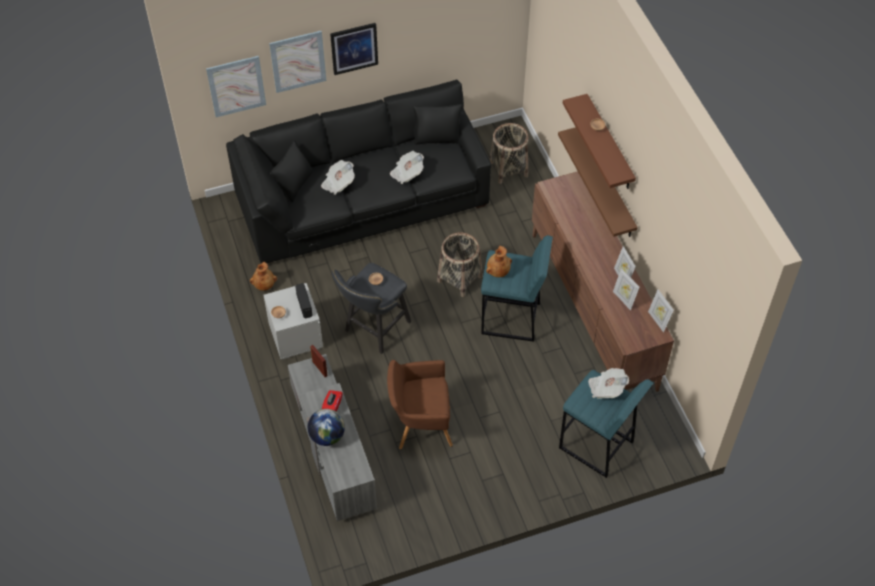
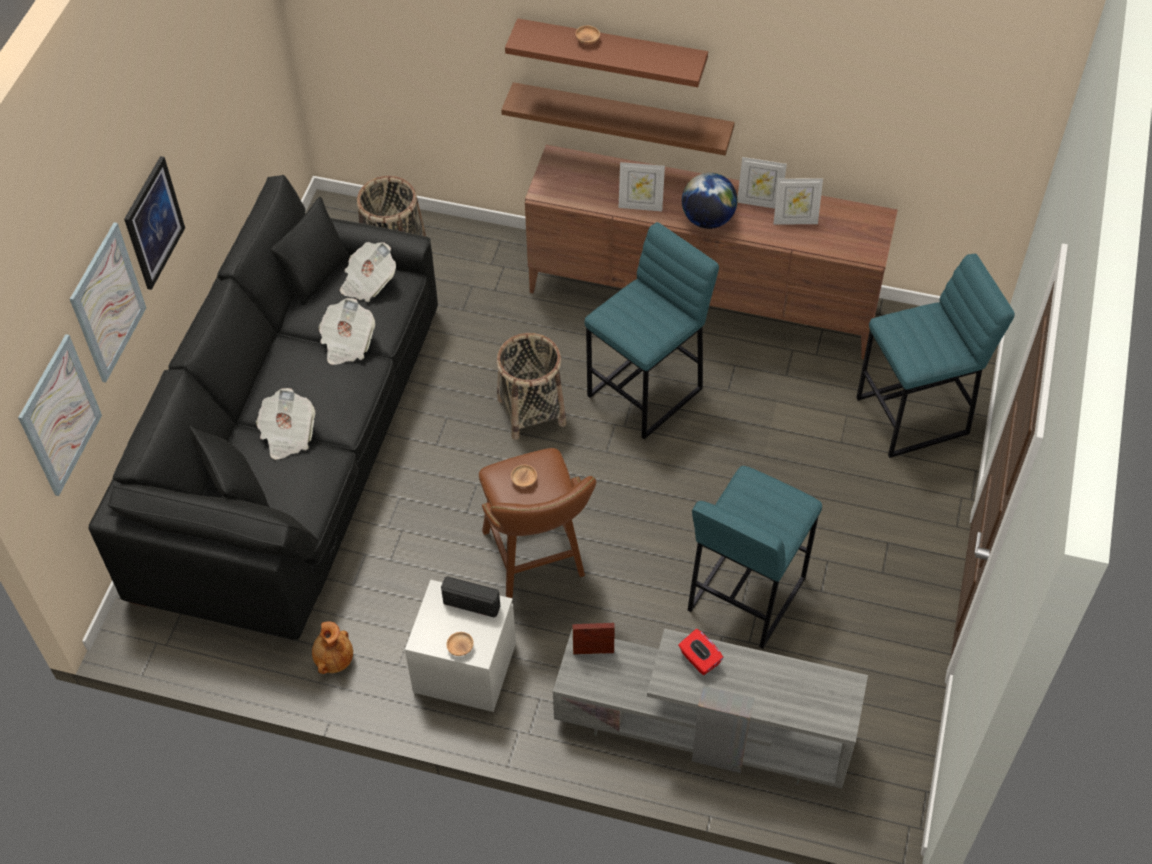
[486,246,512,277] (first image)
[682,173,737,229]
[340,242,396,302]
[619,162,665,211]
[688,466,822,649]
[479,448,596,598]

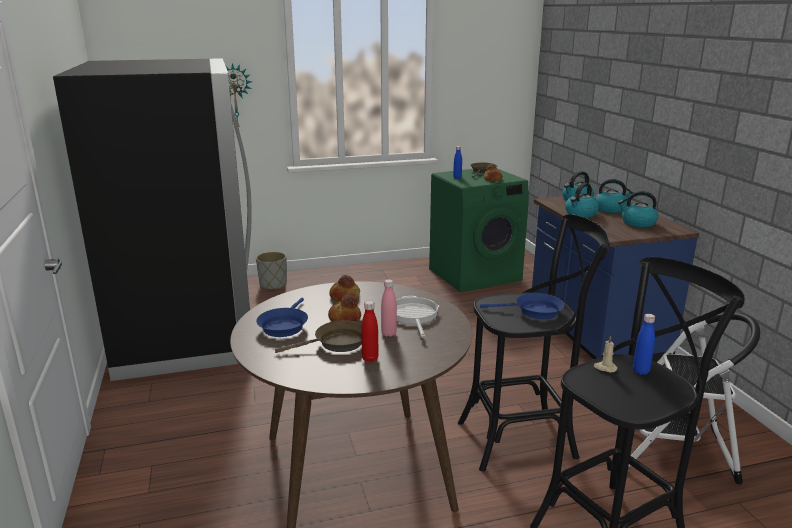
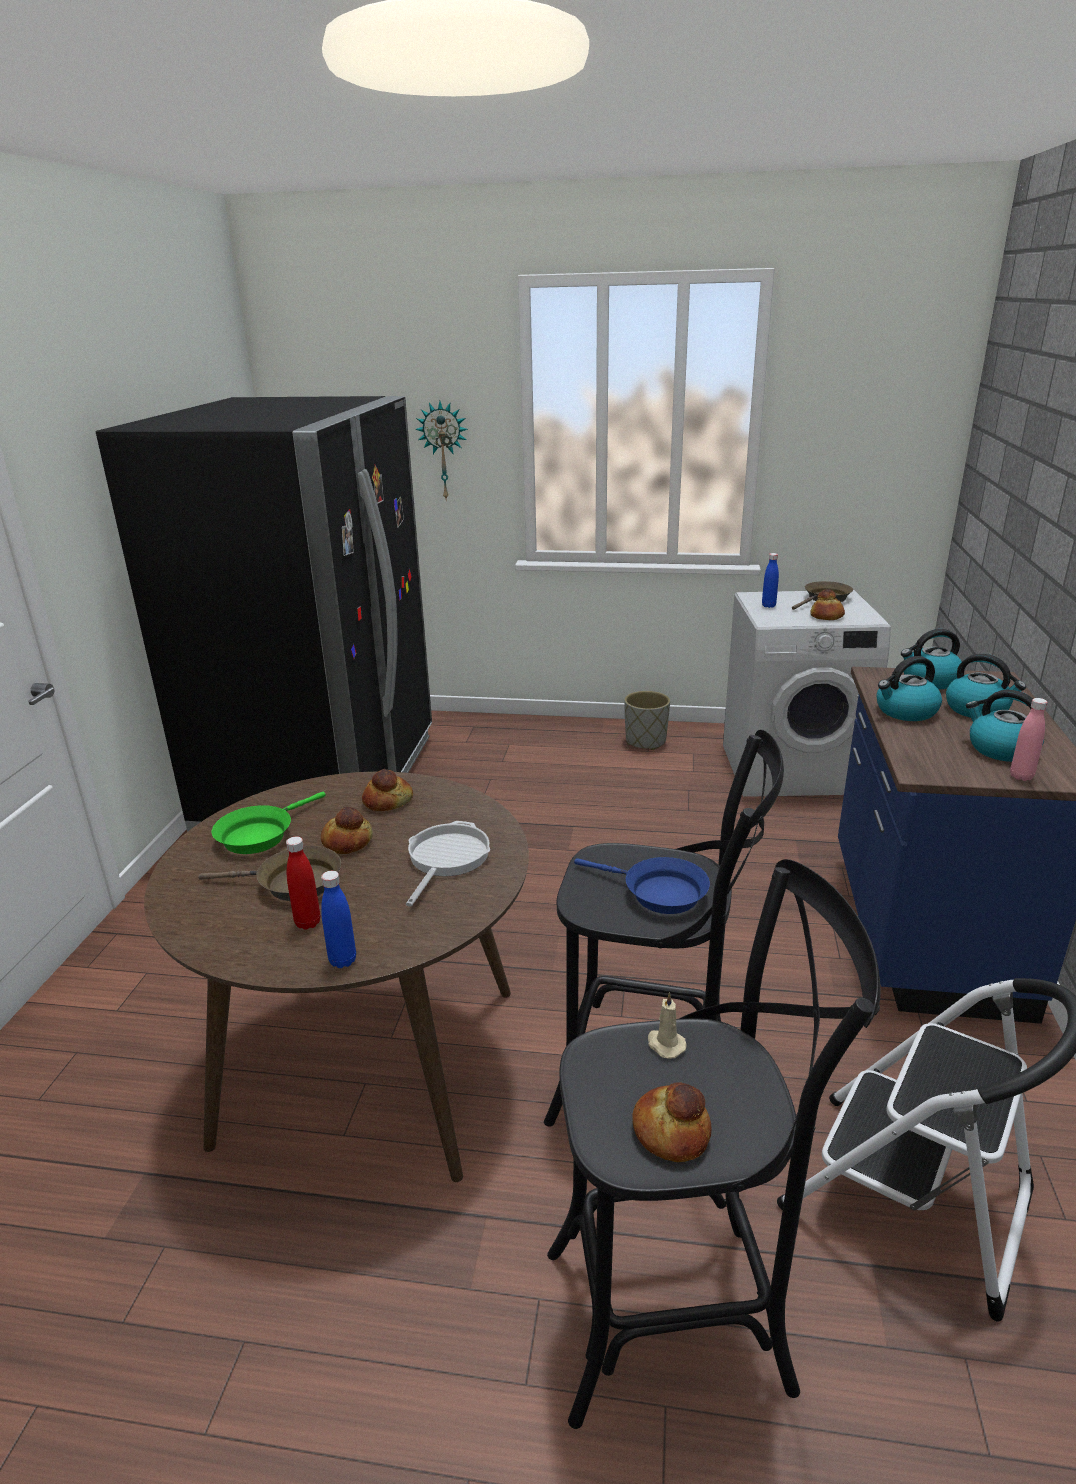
[632,1083,712,1162]
[624,691,670,750]
[1010,698,1047,781]
[321,871,356,968]
[212,792,325,854]
[723,590,891,797]

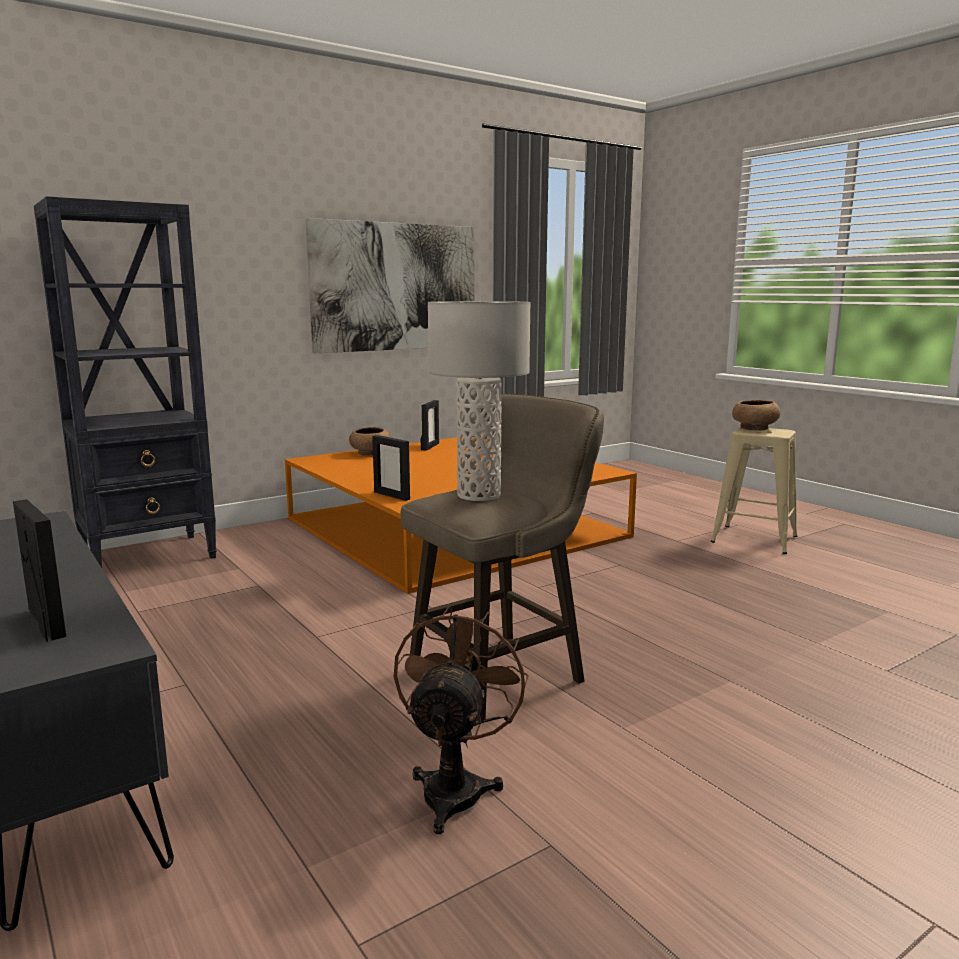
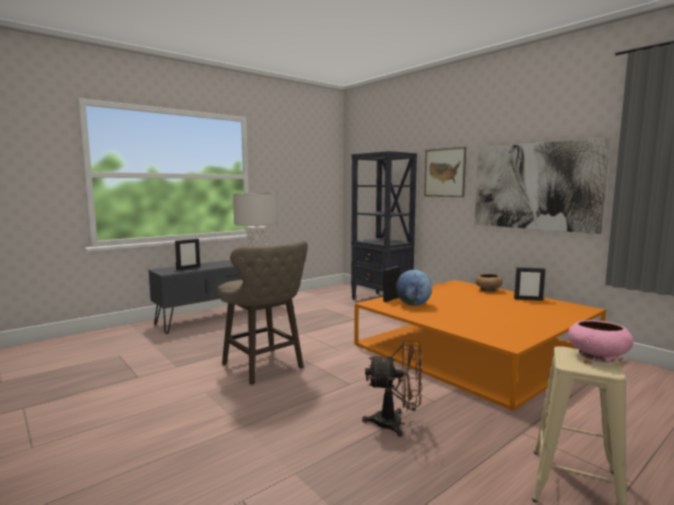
[396,270,432,306]
[424,147,466,197]
[362,340,422,437]
[568,320,633,363]

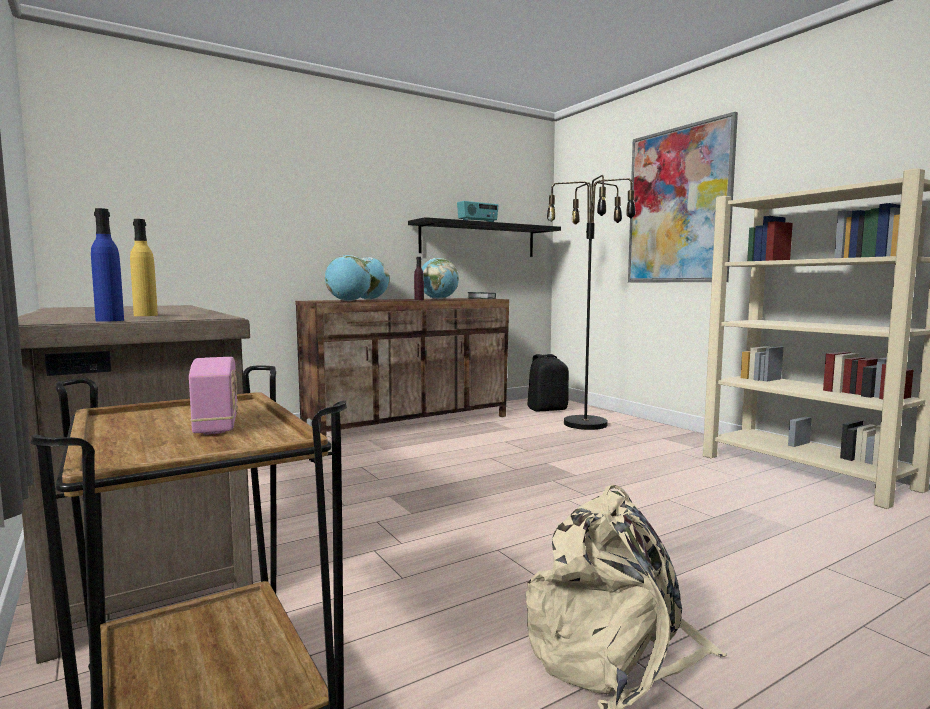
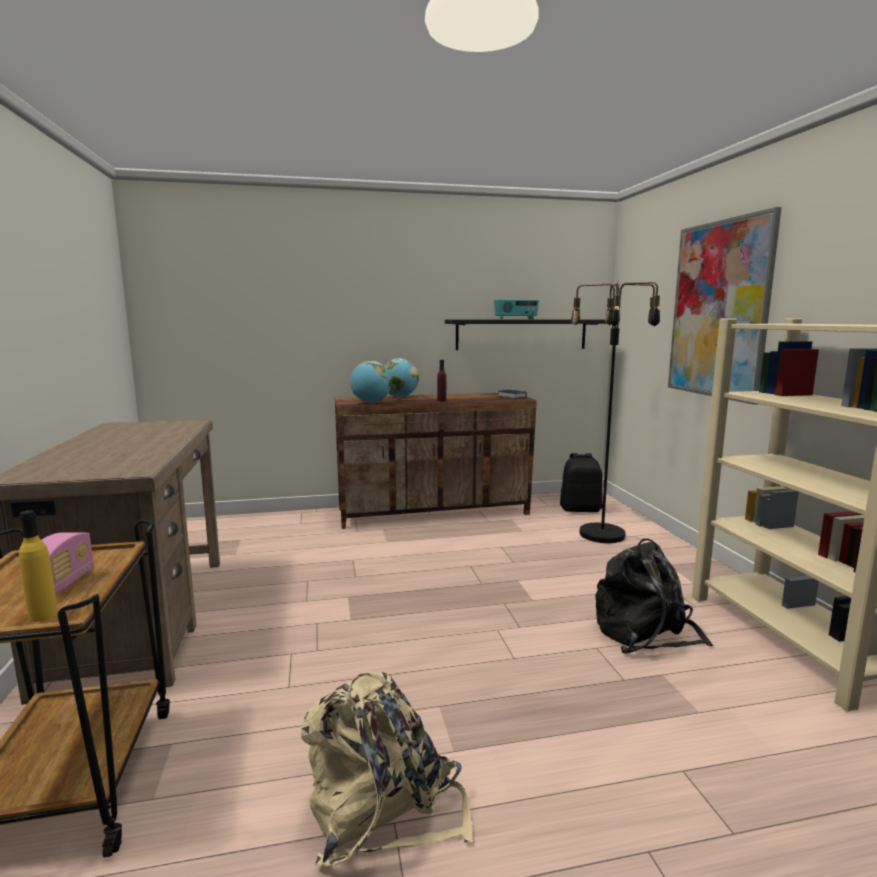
[91,208,124,322] (first image)
[422,258,459,299] (first image)
[595,539,714,654]
[19,510,58,622]

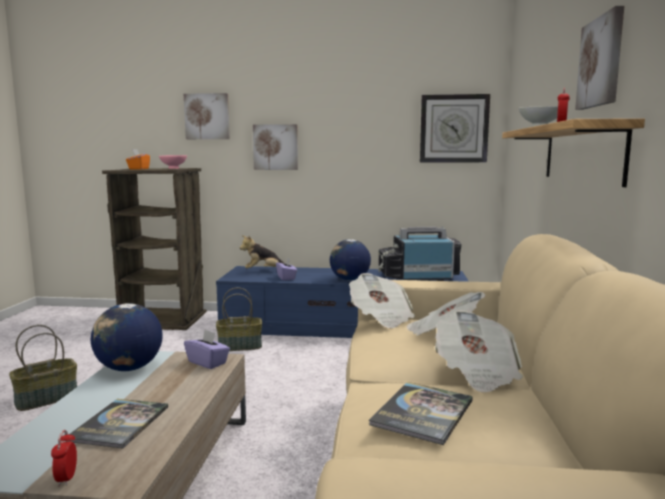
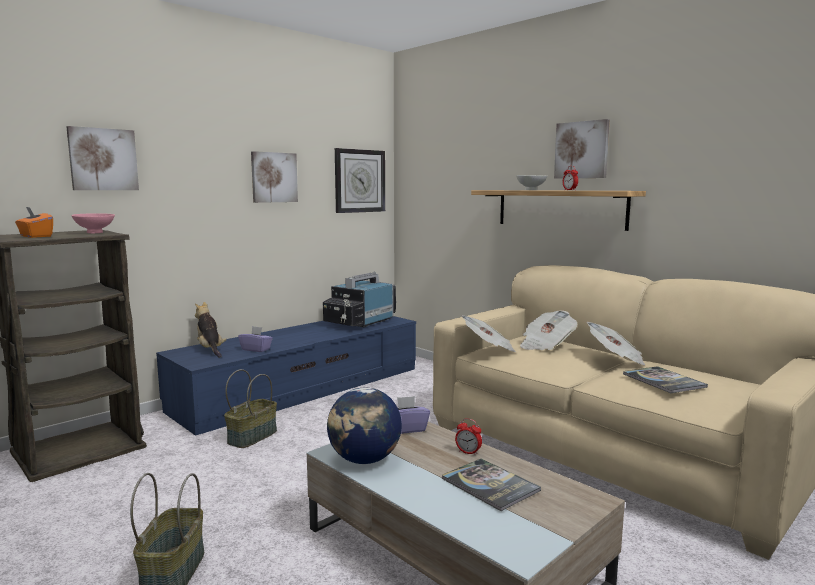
[330,239,371,281] (first image)
[455,418,482,456]
[251,151,298,203]
[195,302,227,358]

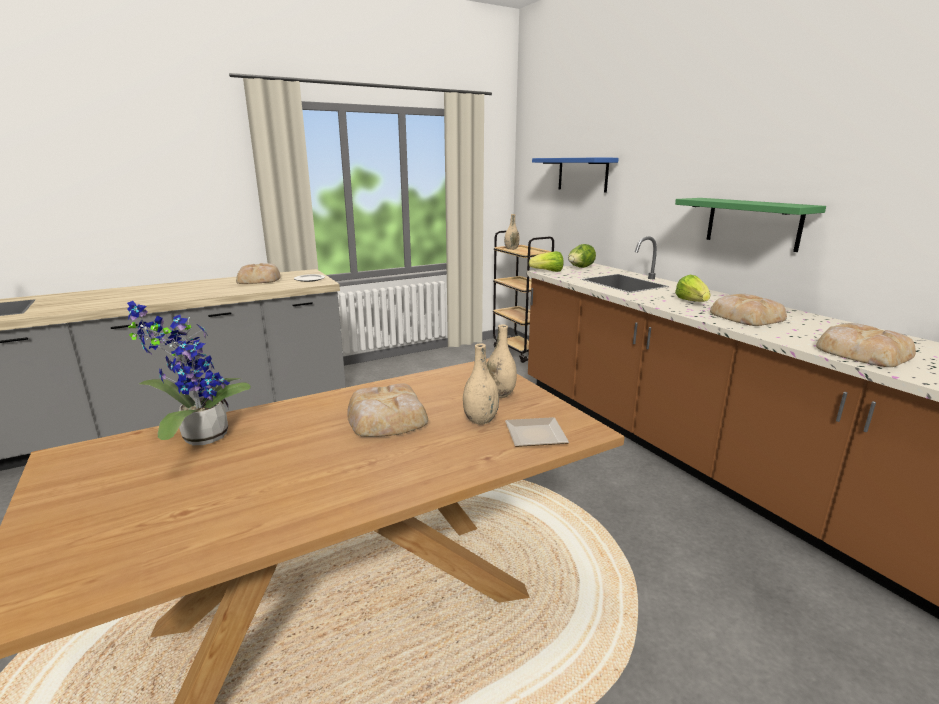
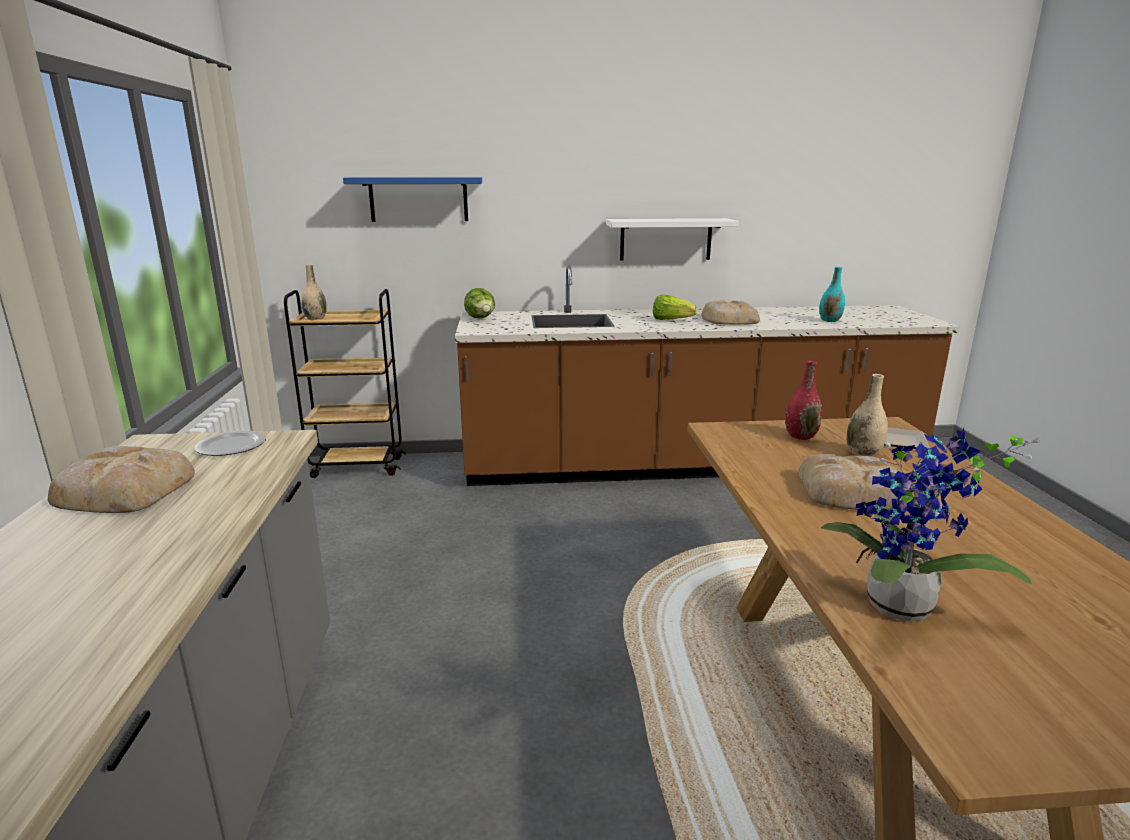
[529,251,564,272] (first image)
[819,267,845,322]
[785,361,822,440]
[606,218,739,261]

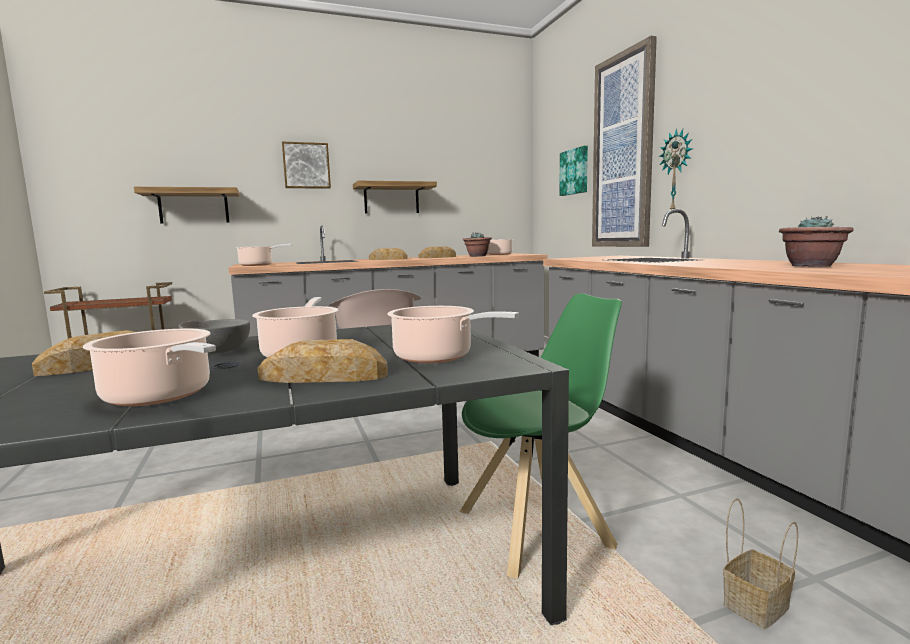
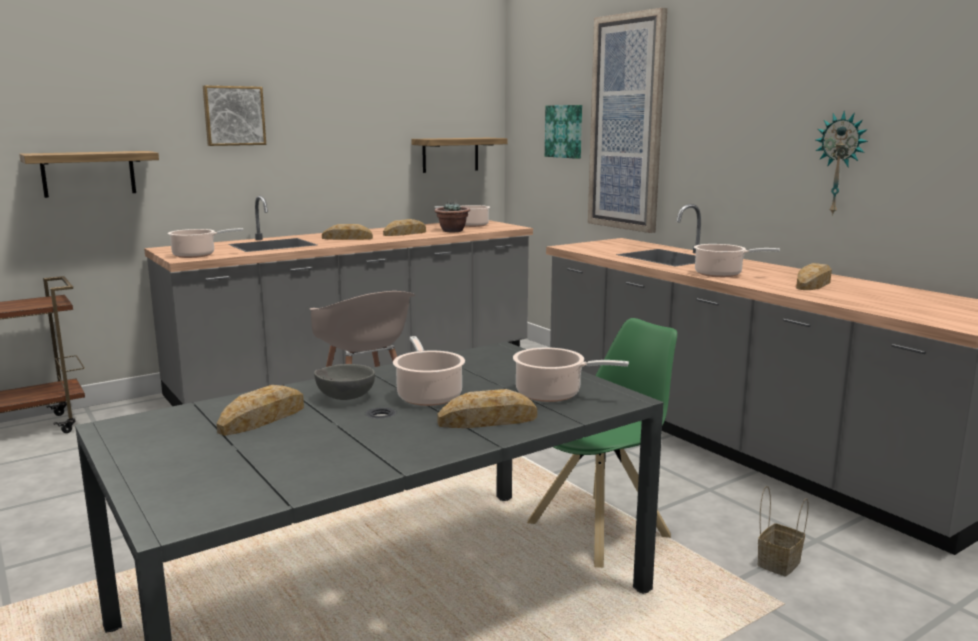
[694,244,780,277]
[411,138,508,173]
[816,111,868,216]
[796,263,832,290]

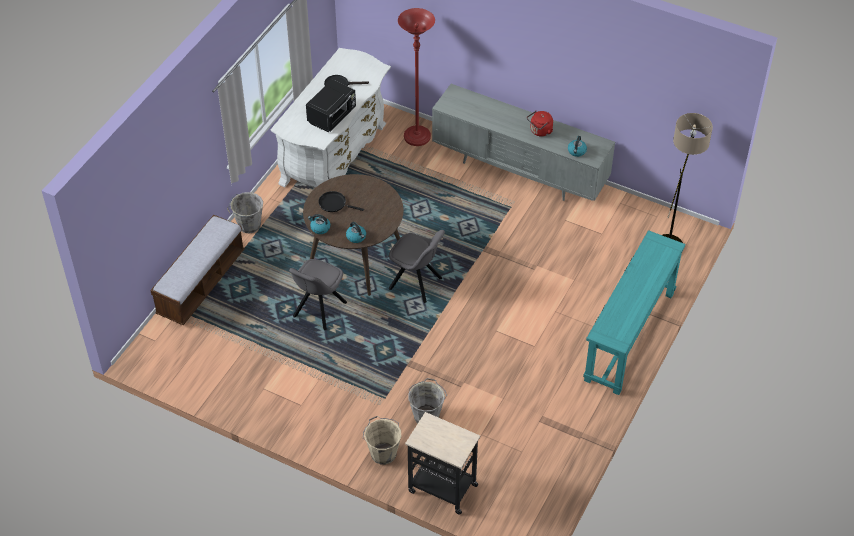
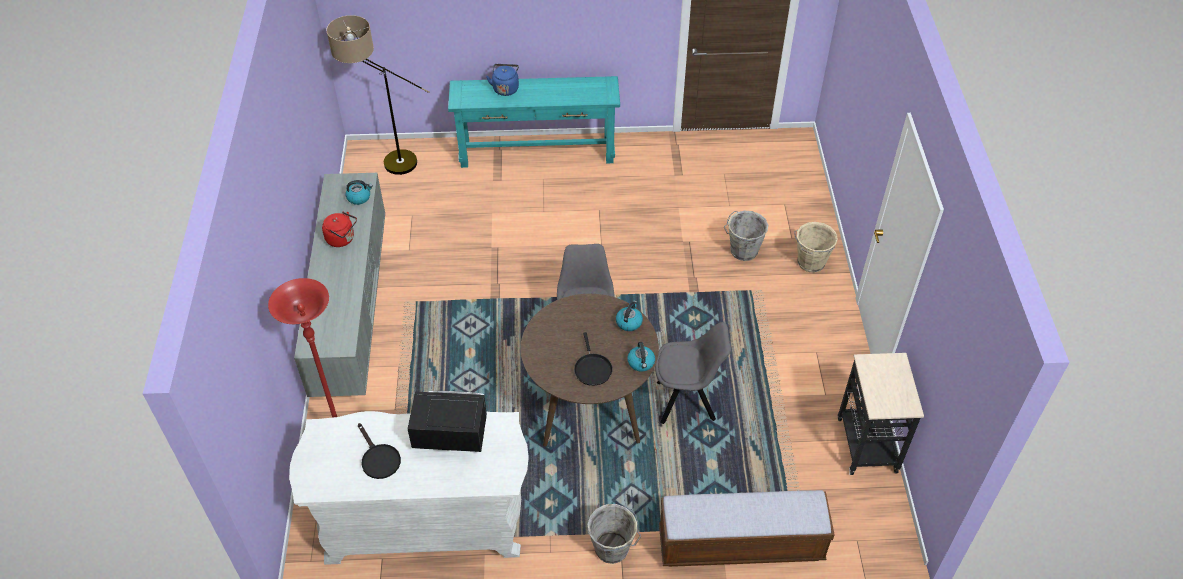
[486,64,519,96]
[838,353,924,475]

